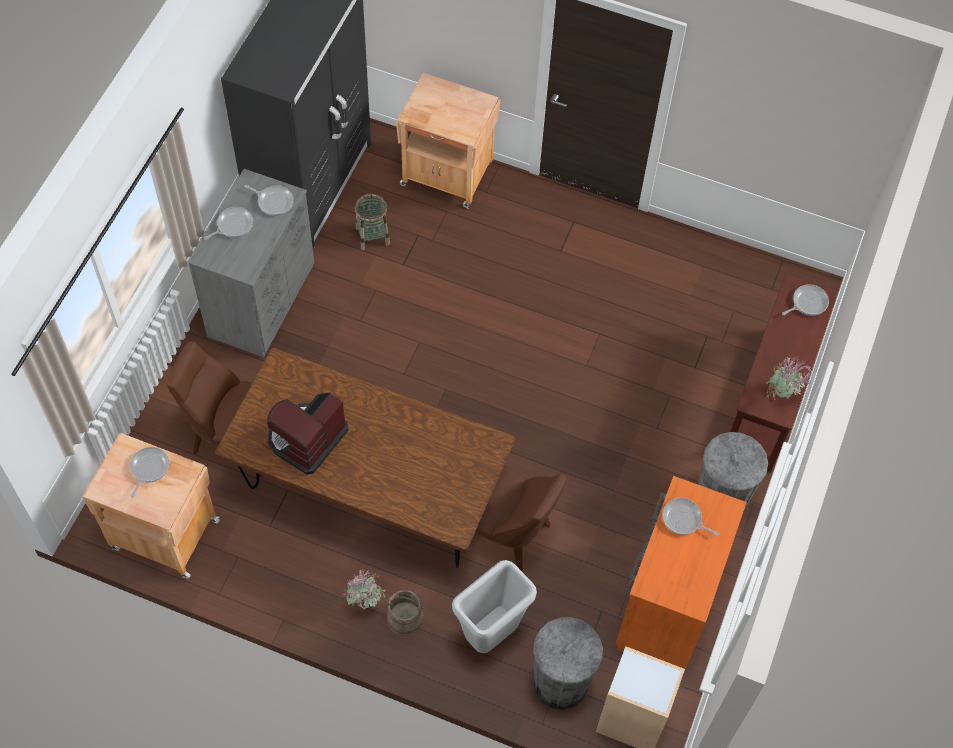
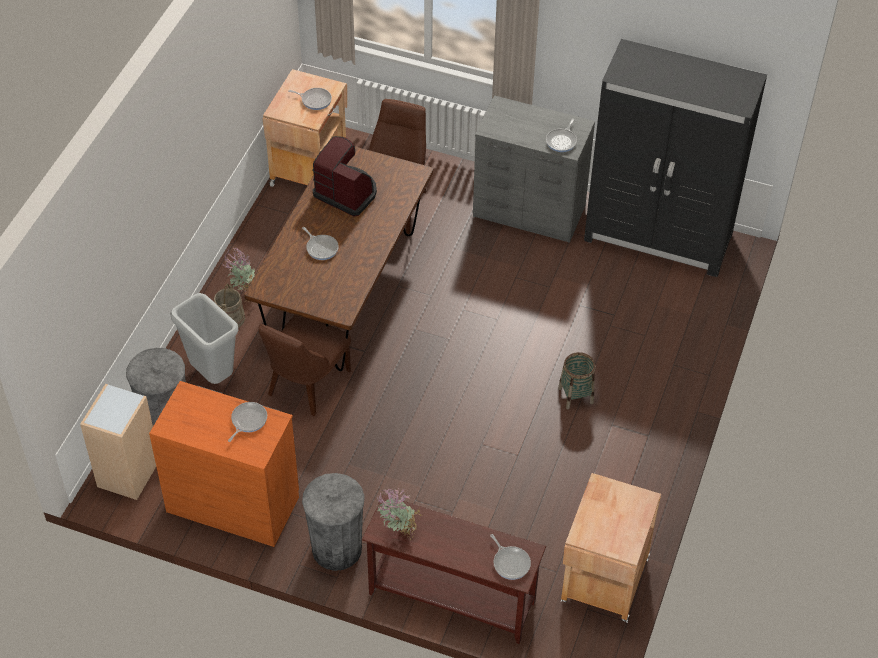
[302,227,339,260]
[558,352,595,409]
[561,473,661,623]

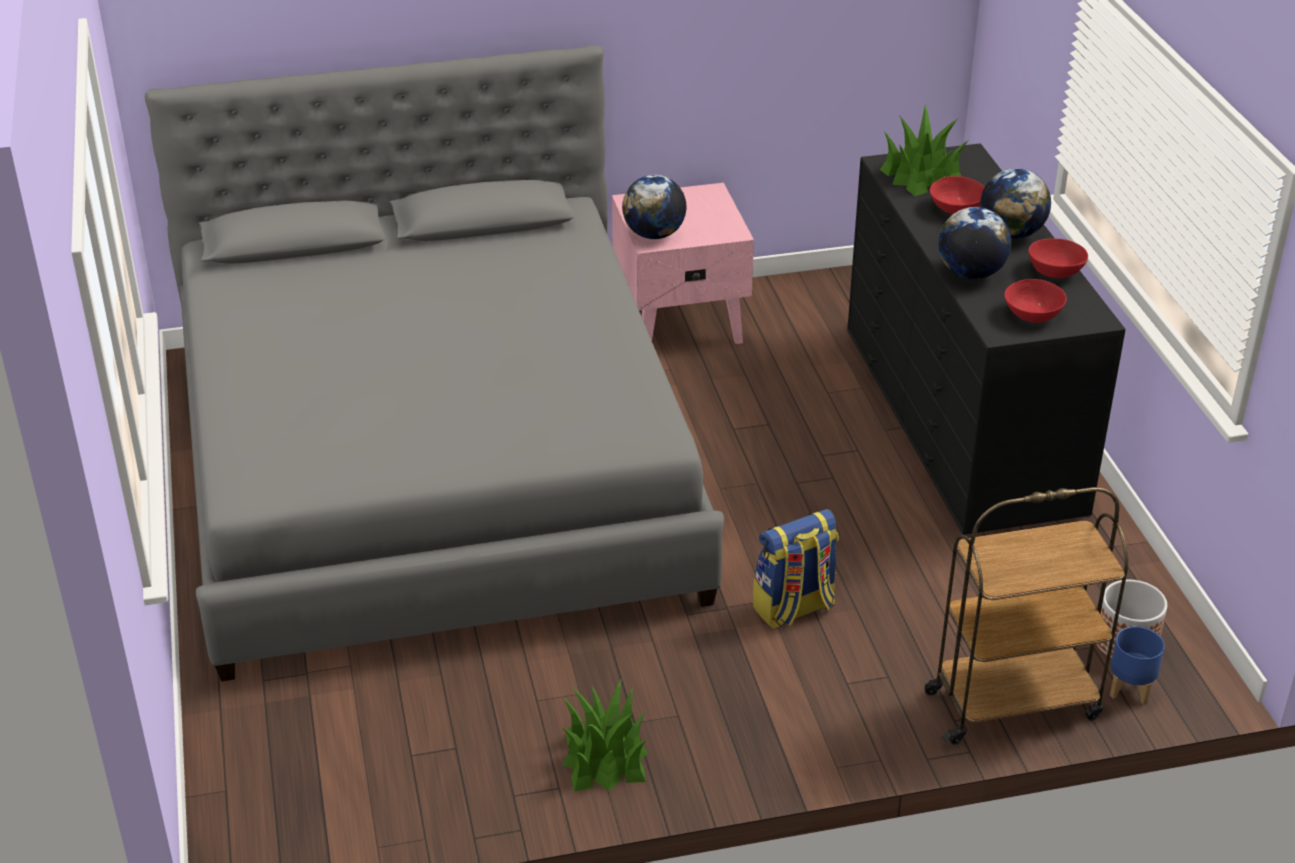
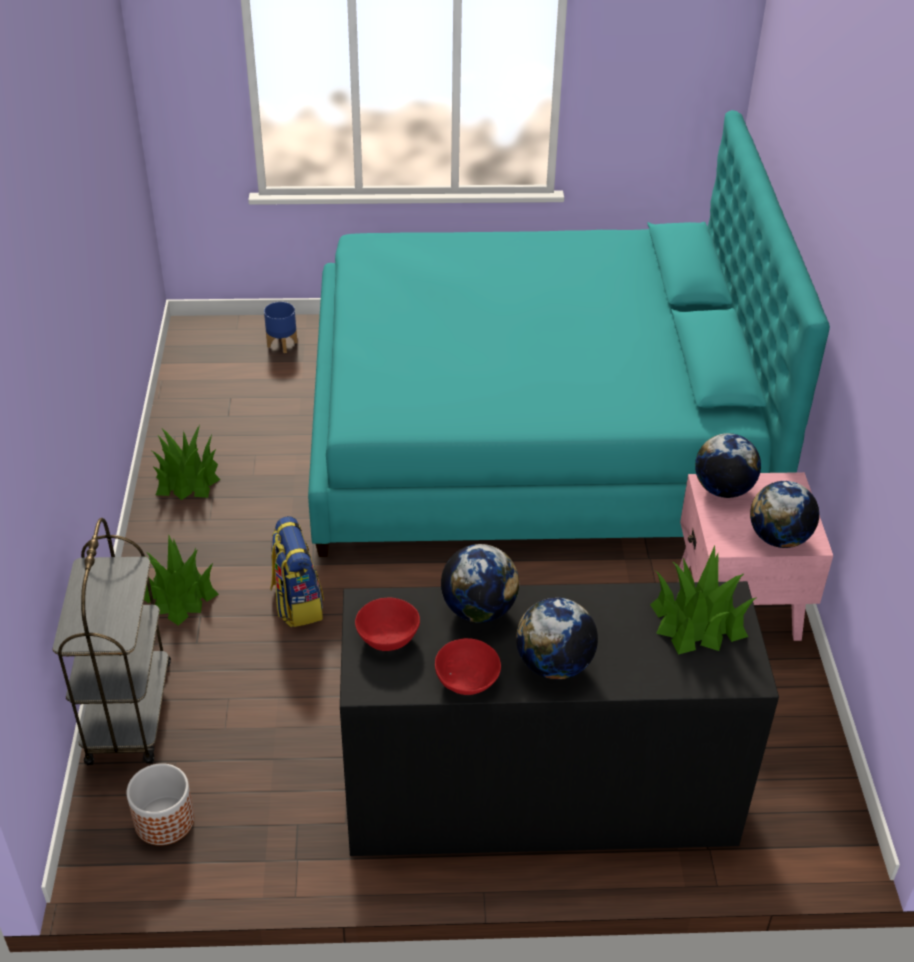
[930,176,984,214] (first image)
[144,535,219,626]
[750,481,819,548]
[264,302,297,353]
[308,110,830,557]
[52,518,171,765]

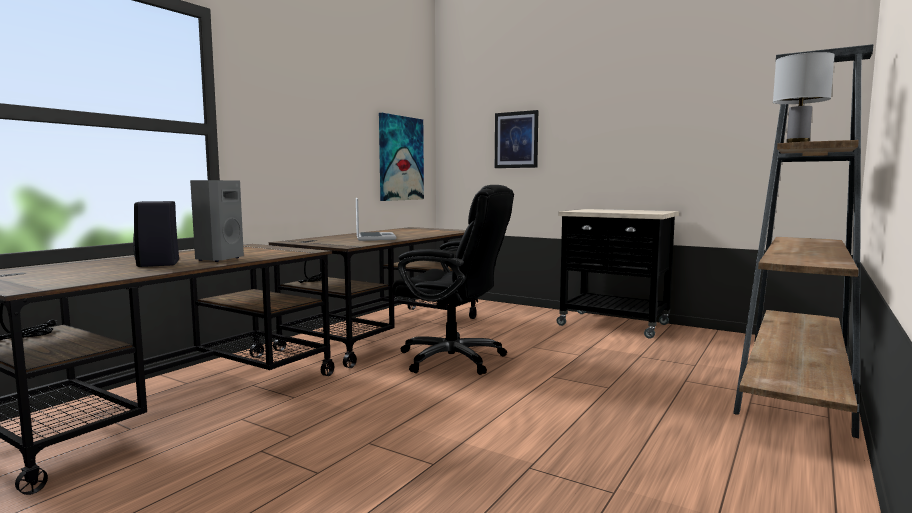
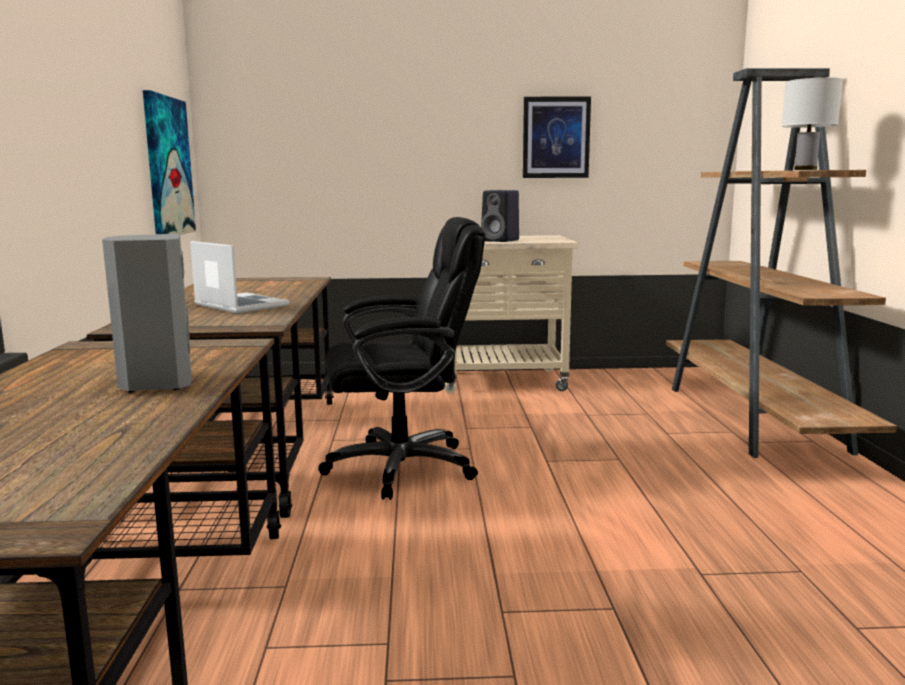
[481,190,519,242]
[523,97,591,178]
[444,235,578,393]

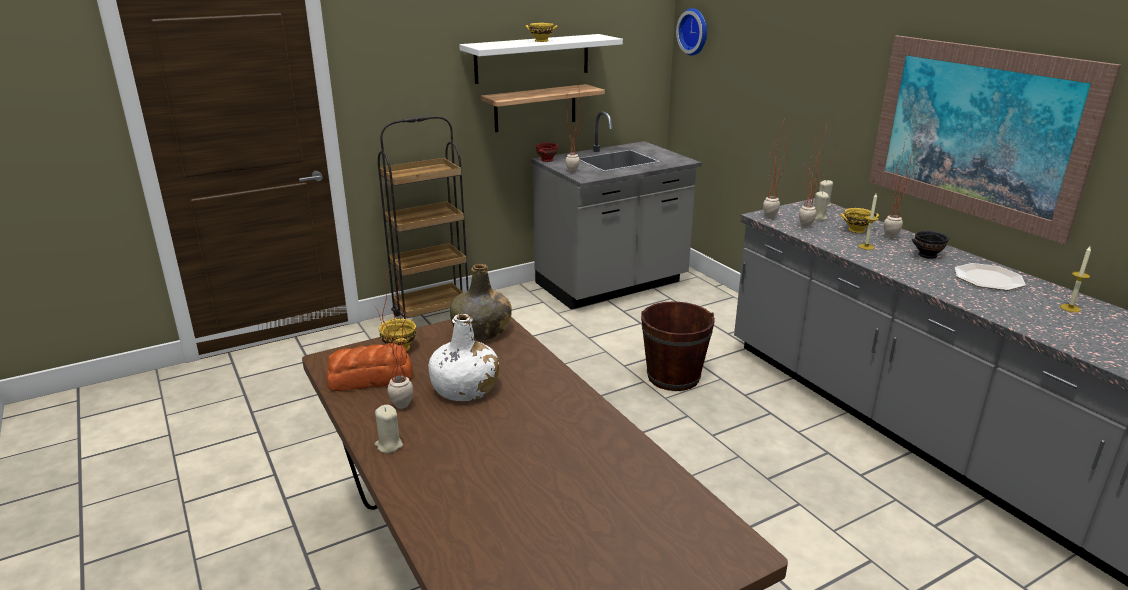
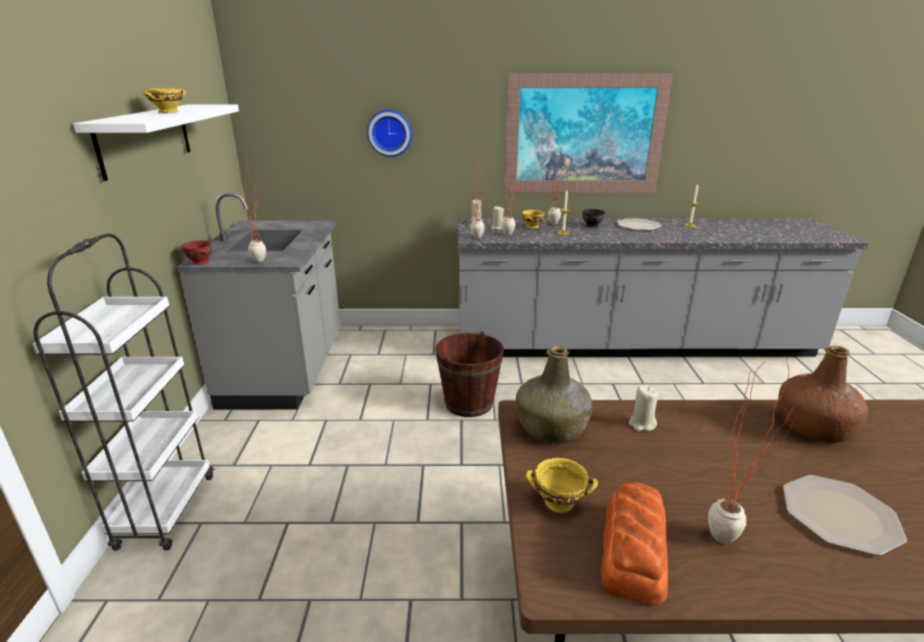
[429,314,499,401] (first image)
[481,84,605,132] (first image)
[778,345,868,443]
[783,475,907,555]
[629,386,659,431]
[367,110,412,157]
[33,233,215,550]

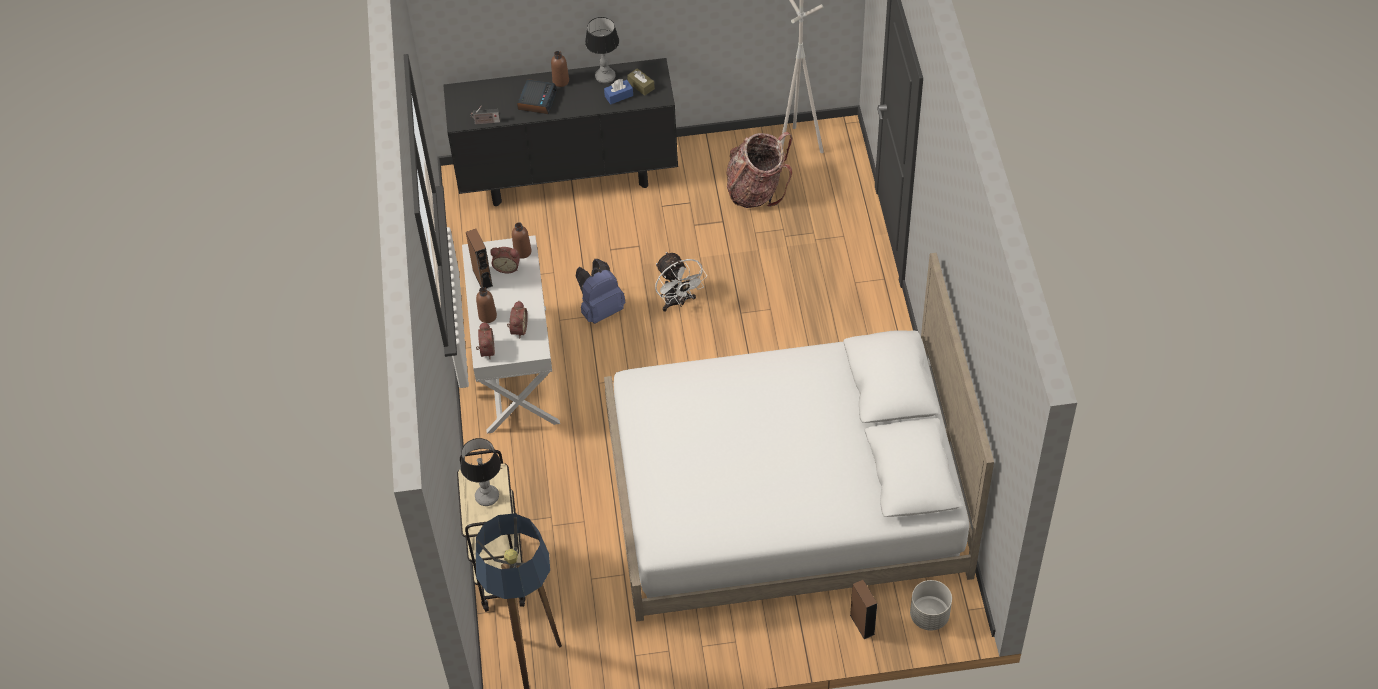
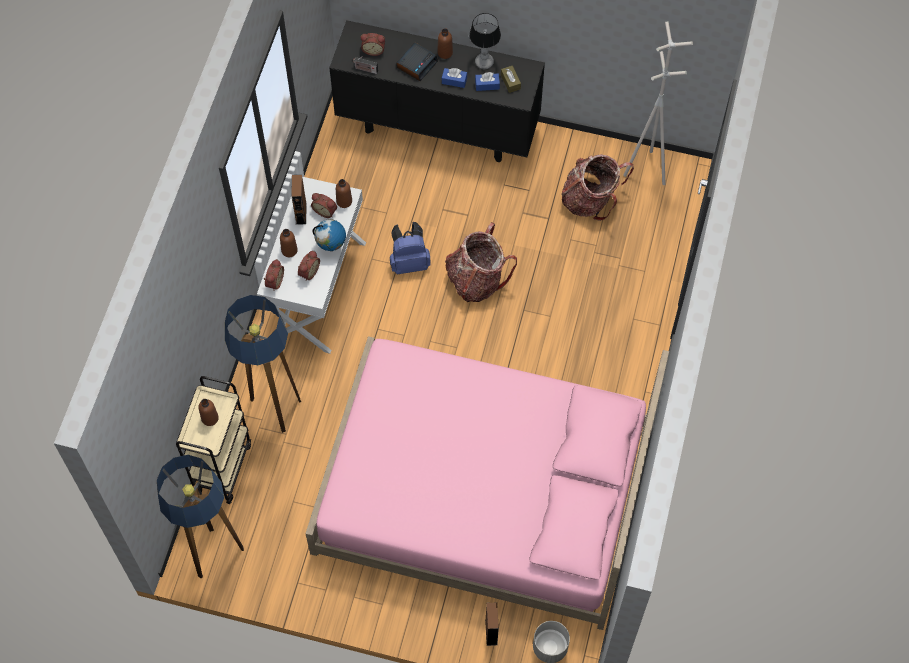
[225,295,301,433]
[312,219,346,251]
[361,33,385,56]
[442,68,467,88]
[198,399,219,426]
[445,222,517,302]
[305,336,669,630]

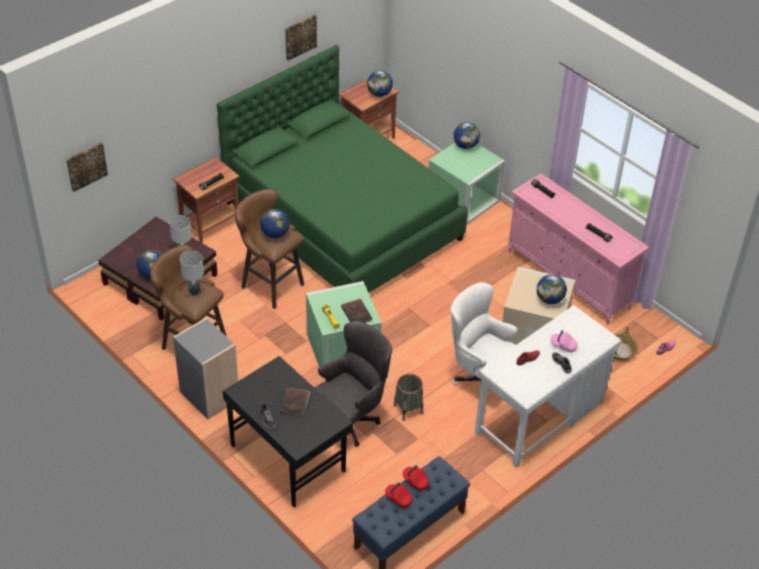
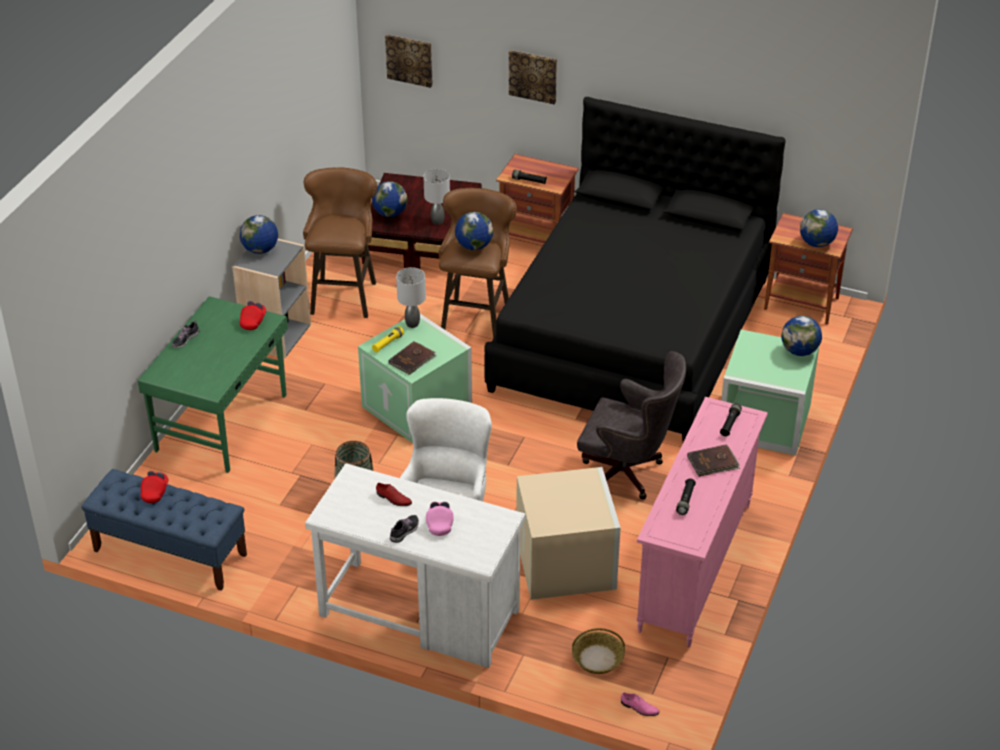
[396,267,426,328]
[687,444,740,477]
[509,50,557,104]
[577,351,686,499]
[240,301,266,330]
[240,215,278,254]
[485,97,785,442]
[138,296,288,473]

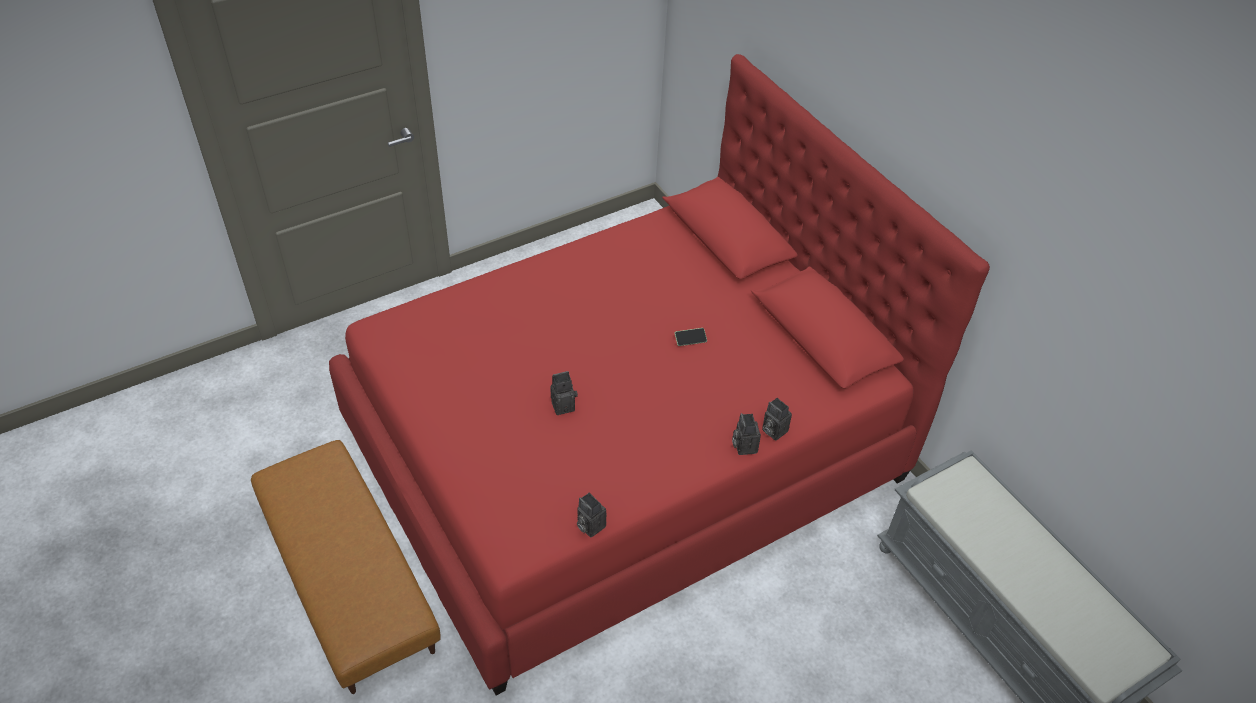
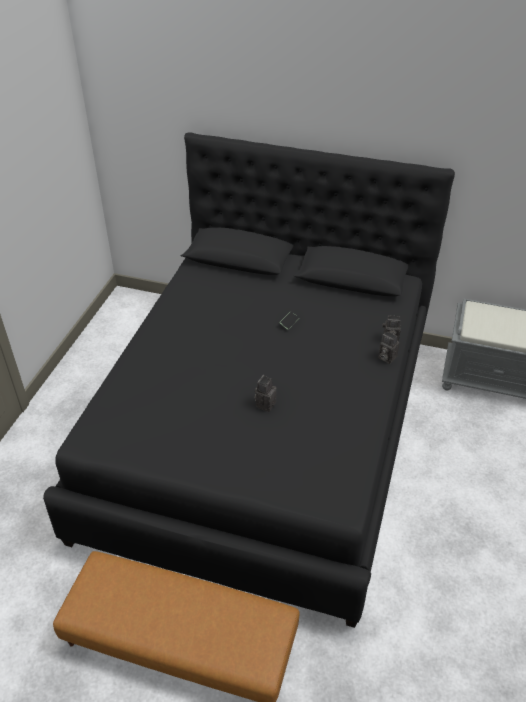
[577,492,607,538] (first image)
[43,132,455,628]

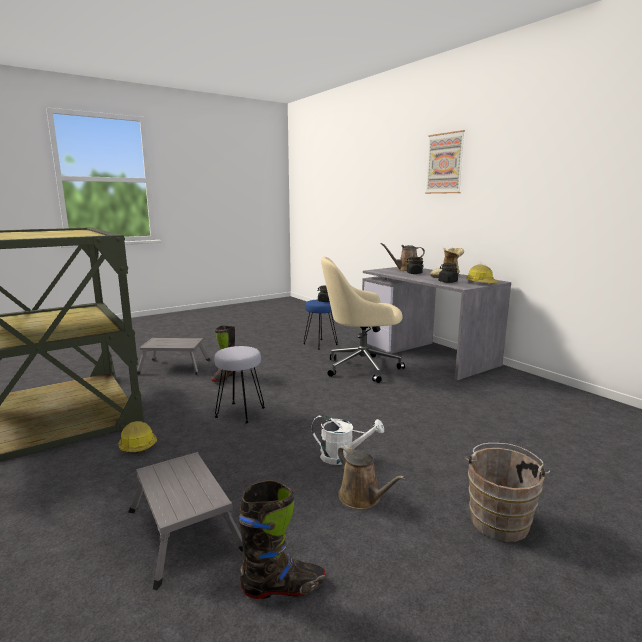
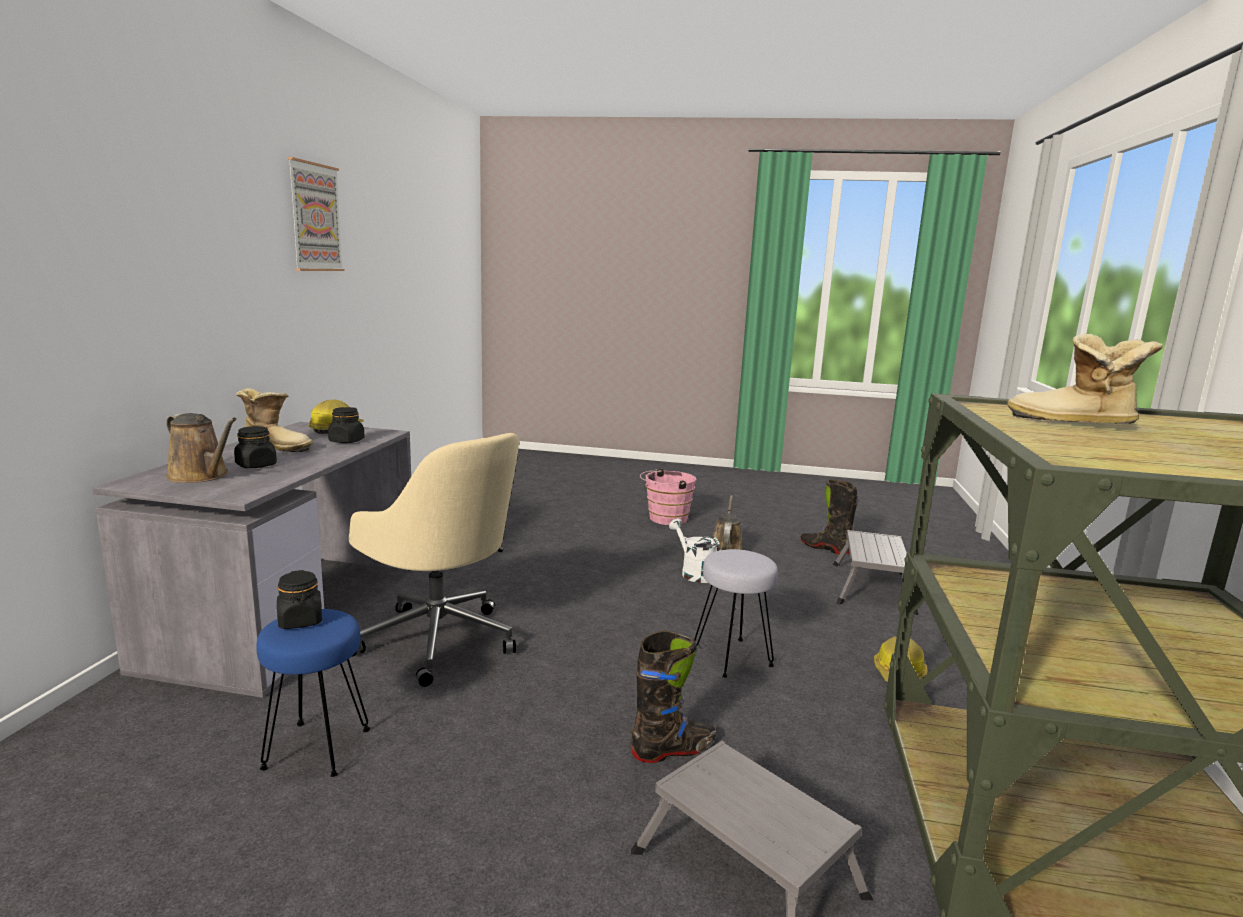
[1007,334,1163,424]
[287,157,344,271]
[640,468,696,525]

